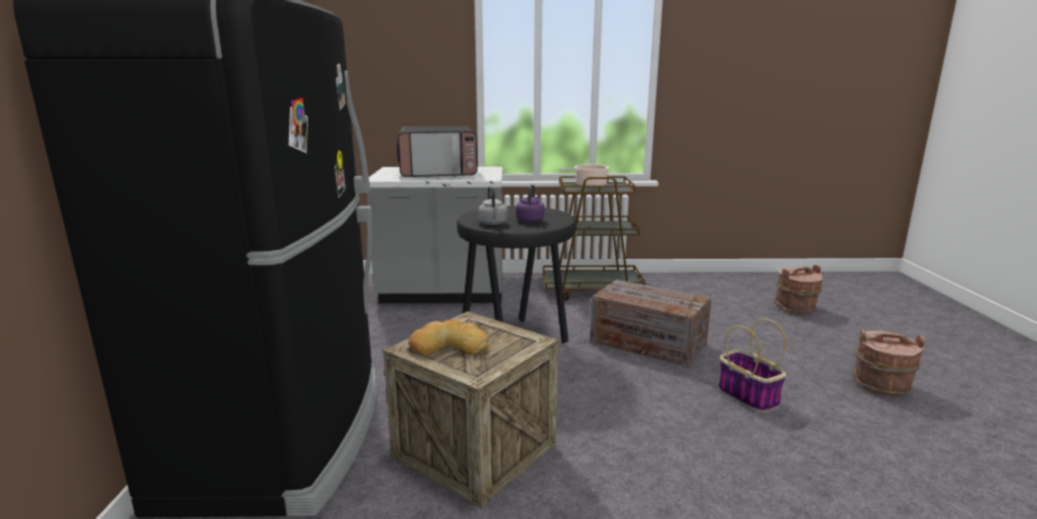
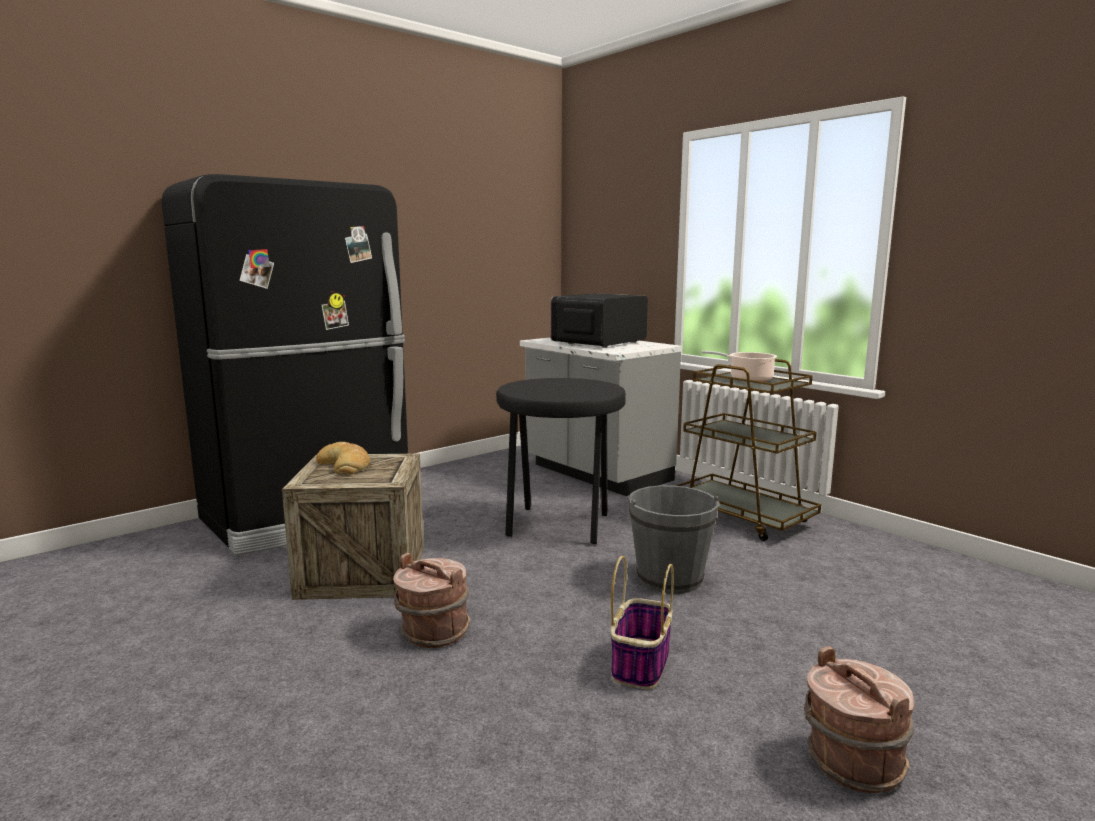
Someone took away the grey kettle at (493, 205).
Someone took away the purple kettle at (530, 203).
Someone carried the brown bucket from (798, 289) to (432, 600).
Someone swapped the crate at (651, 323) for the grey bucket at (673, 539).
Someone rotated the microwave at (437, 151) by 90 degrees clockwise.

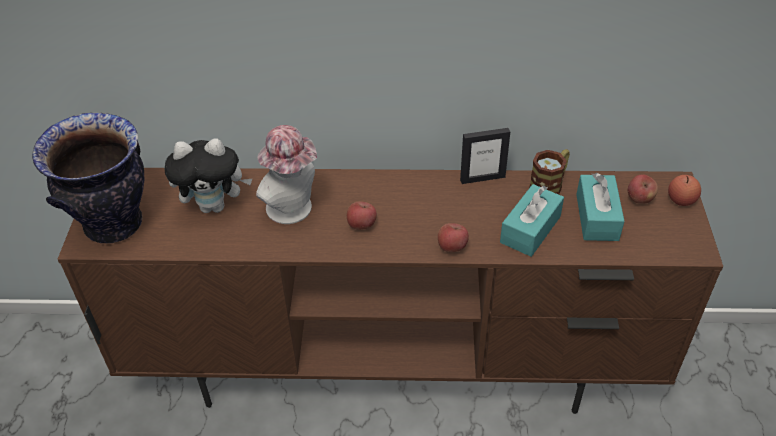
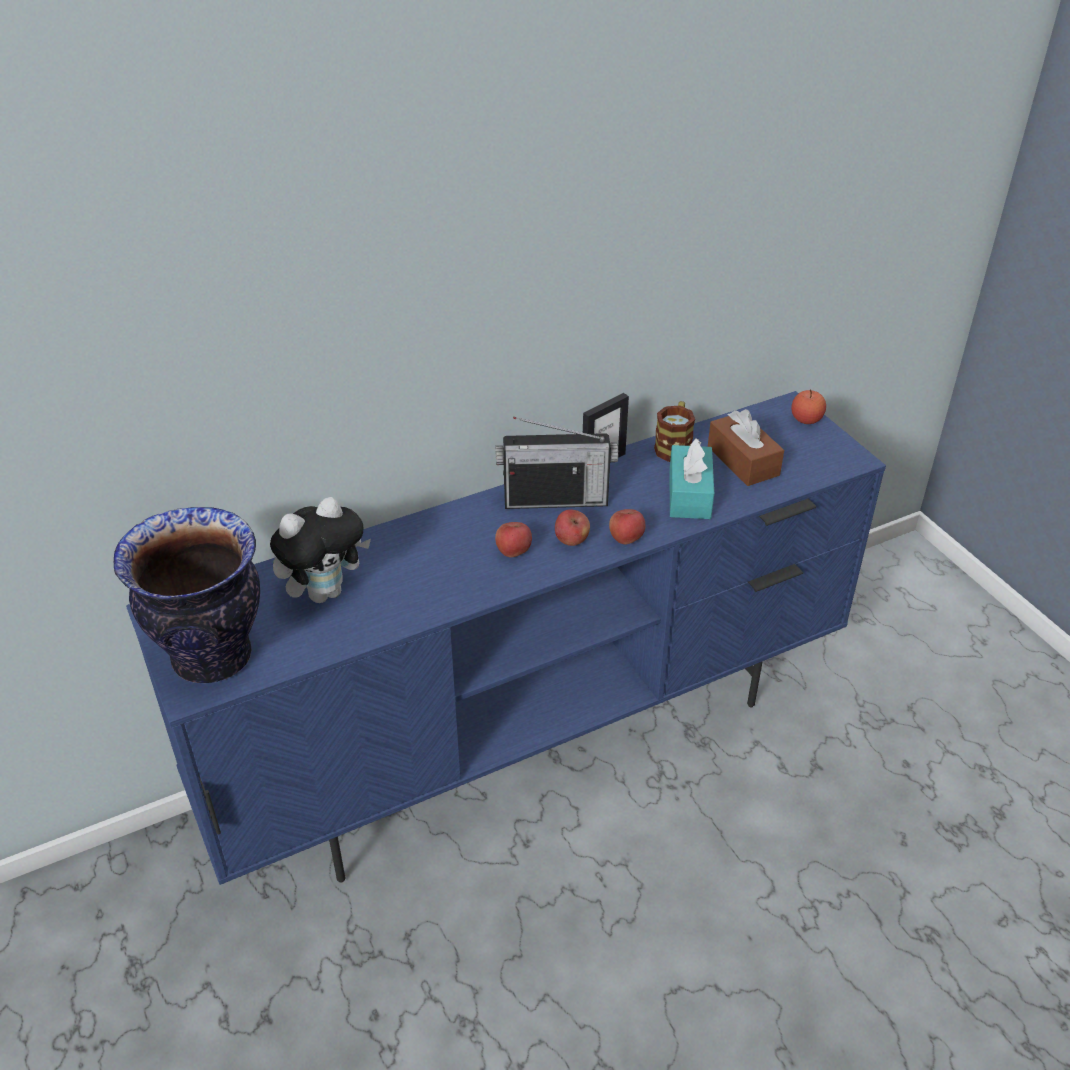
Someone took away the hat at (286, 174).
Someone put down the radio at (557, 463).
Someone carried the apple from (643, 189) to (572, 527).
Someone repainted the brown tv stand at (390, 291), which became the blue tv stand at (506, 638).
Someone repainted the turquoise tissue box at (600, 207), which became the brown tissue box at (746, 447).

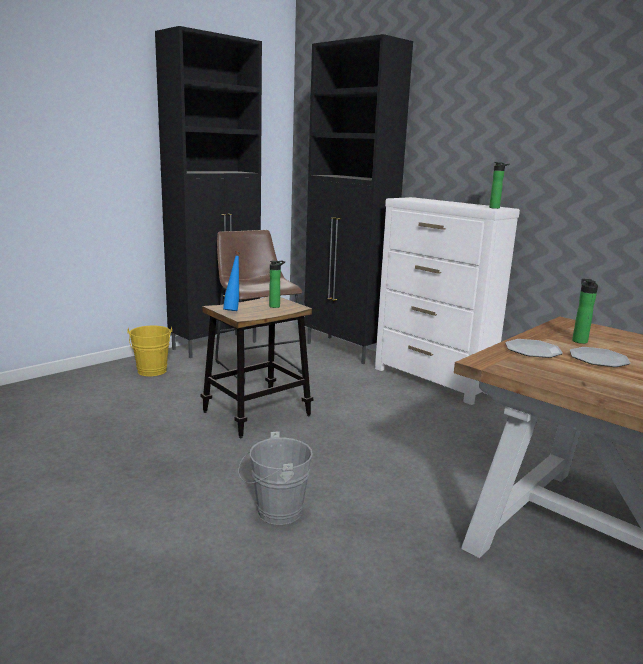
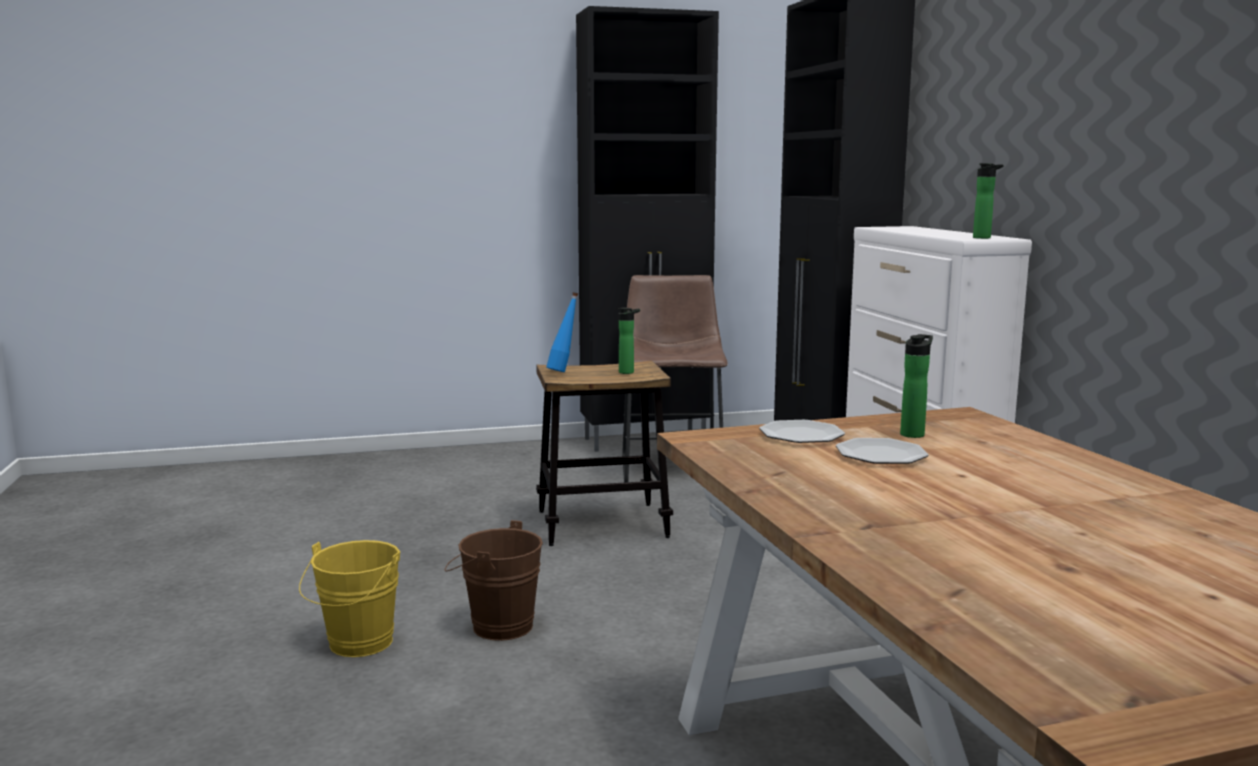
Someone carried the yellow bucket from (150, 351) to (349, 598).
Someone repainted the grey bucket at (275, 478), which became the brown bucket at (493, 580).

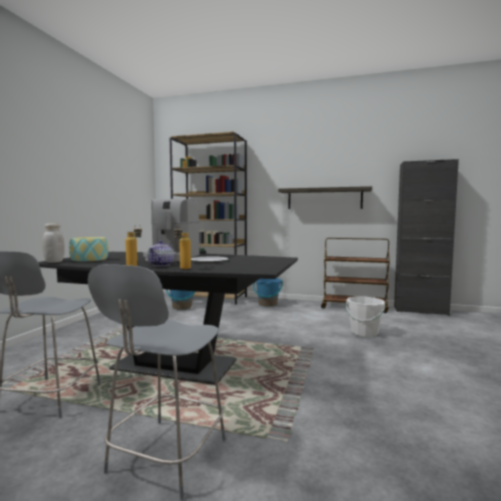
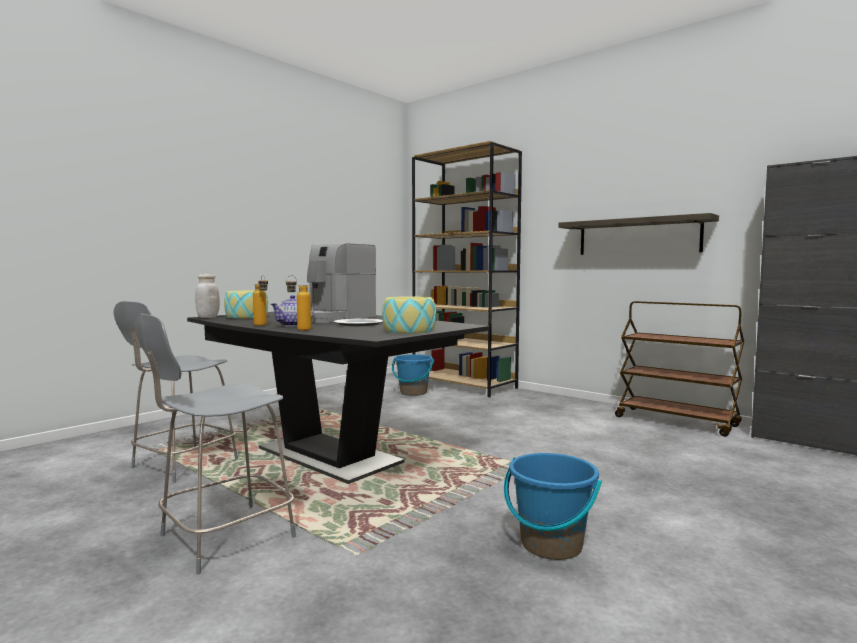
Someone took away the white bucket at (365, 316).
Someone put down the bowl at (409, 315).
Someone carried the blue bucket from (268, 292) to (553, 506).

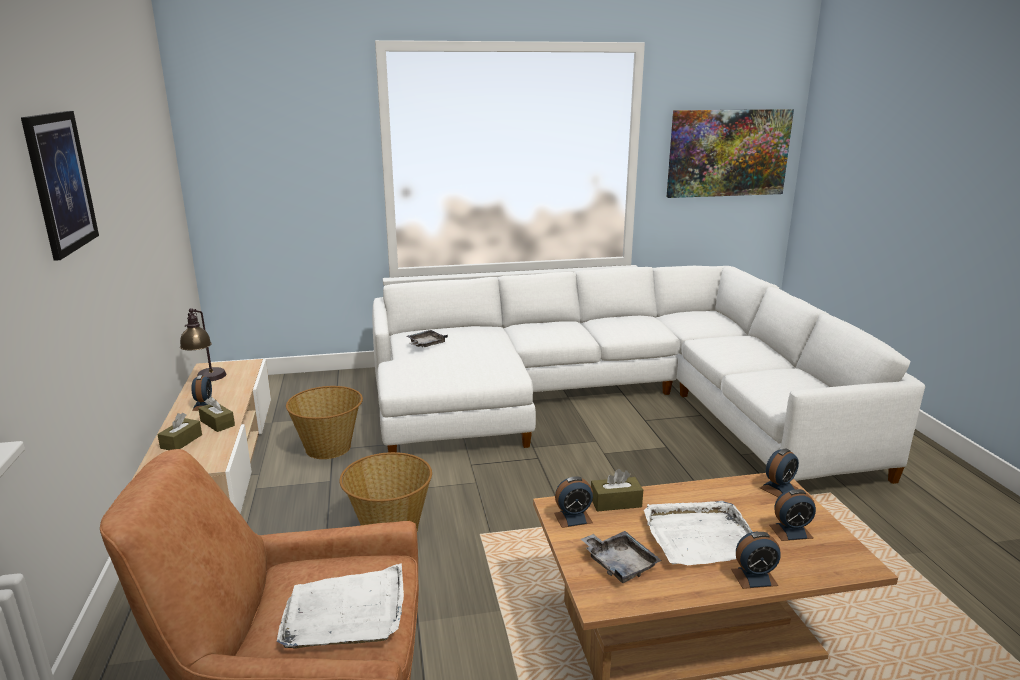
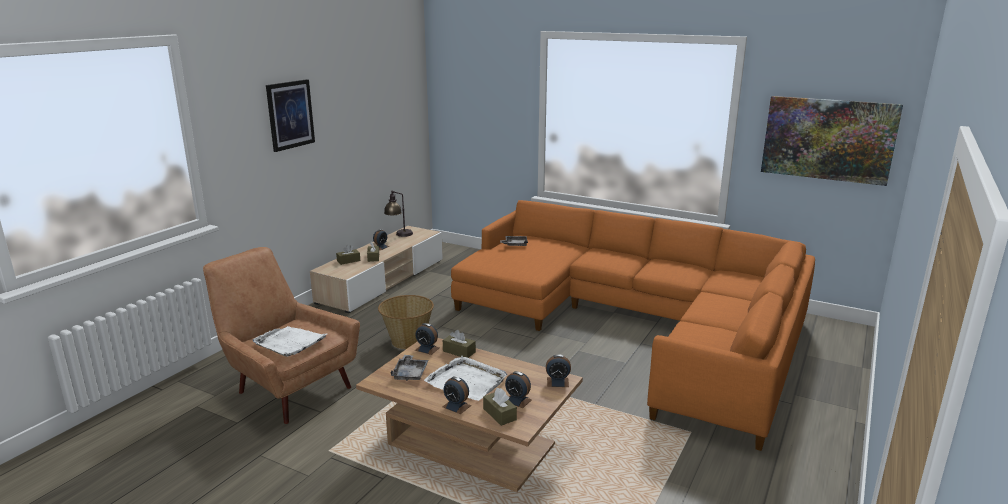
Someone took away the basket at (324, 422).
Someone put down the brown tissue box at (500, 407).
Someone repainted the white sofa at (648, 375), which became the orange sofa at (633, 325).

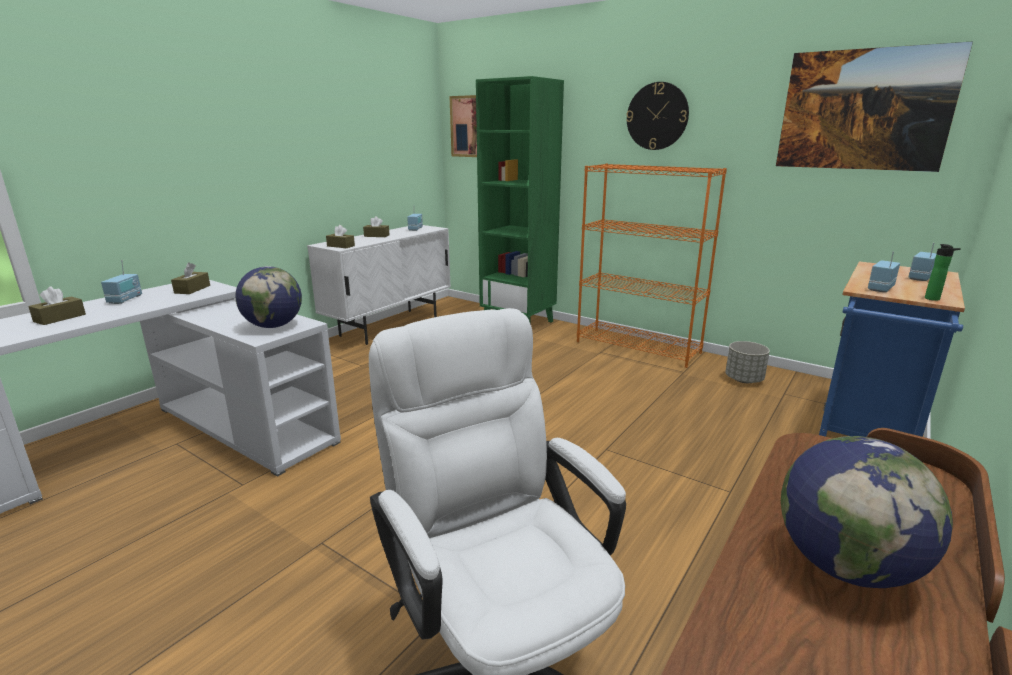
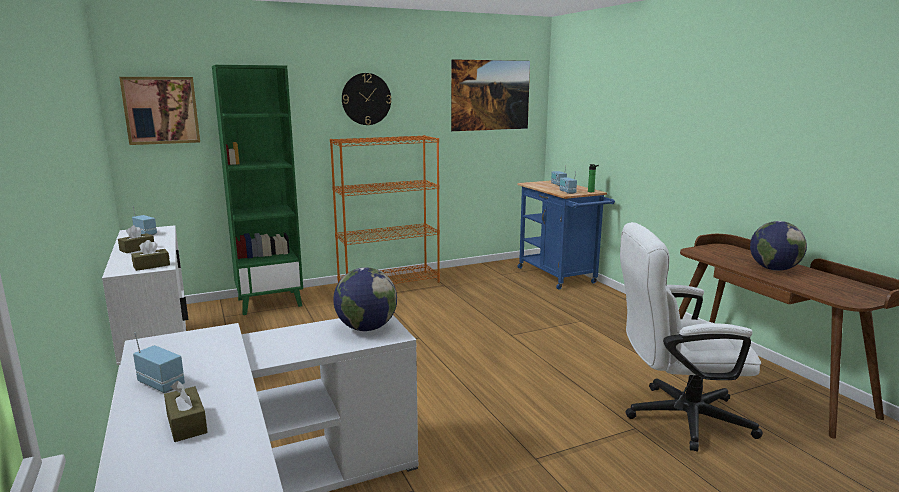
Someone took away the brown tissue box at (190, 278).
Someone took away the grey planter at (747, 362).

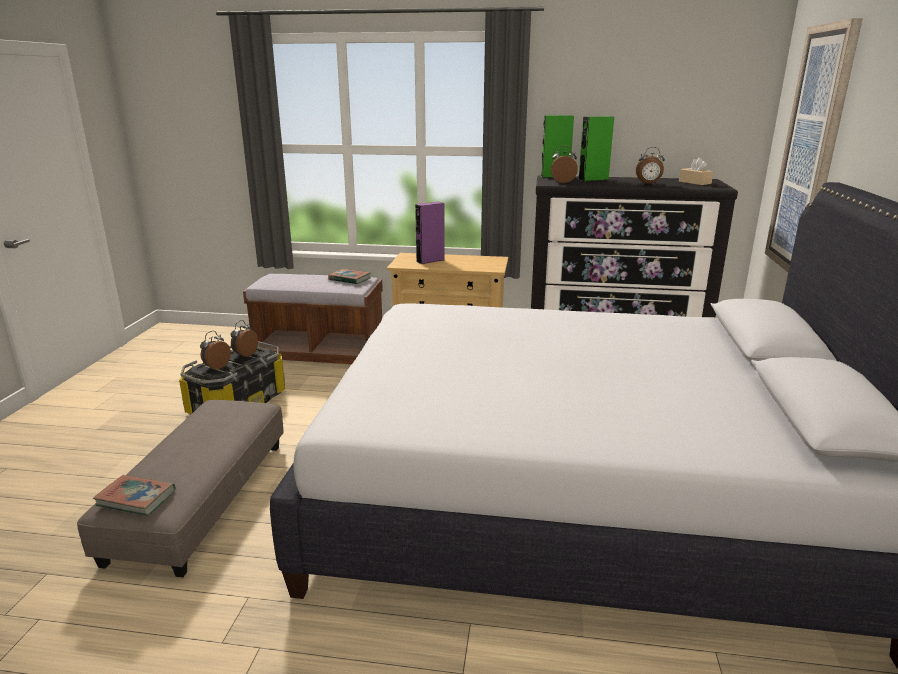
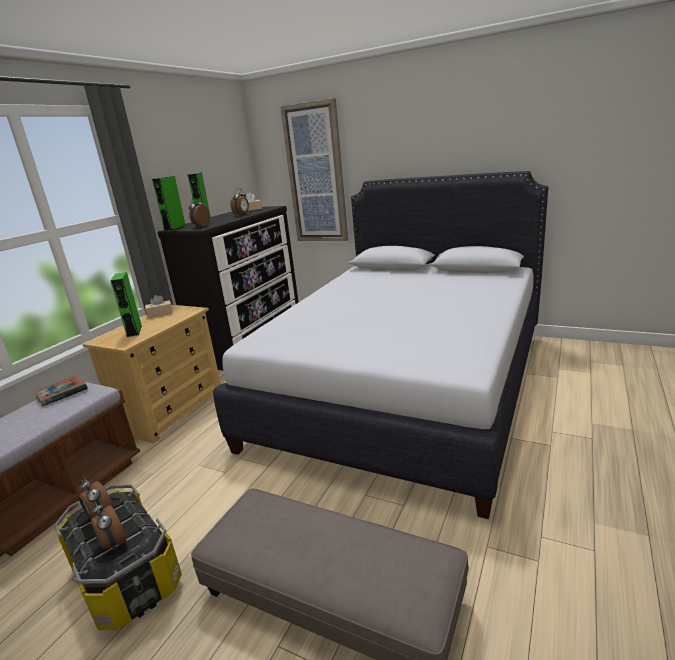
Someone took away the book at (134, 495).
Someone put down the beige tissue box at (159, 307).
Someone repainted the purple speaker at (430, 233), which became the green speaker at (126, 304).

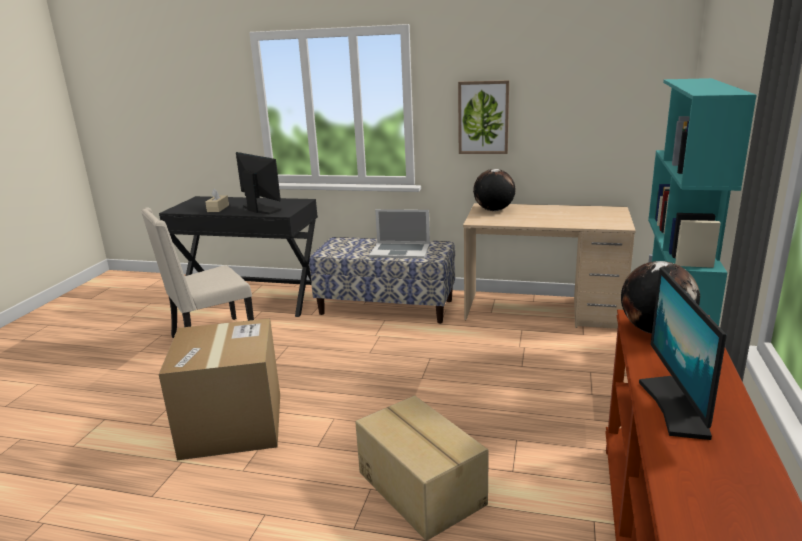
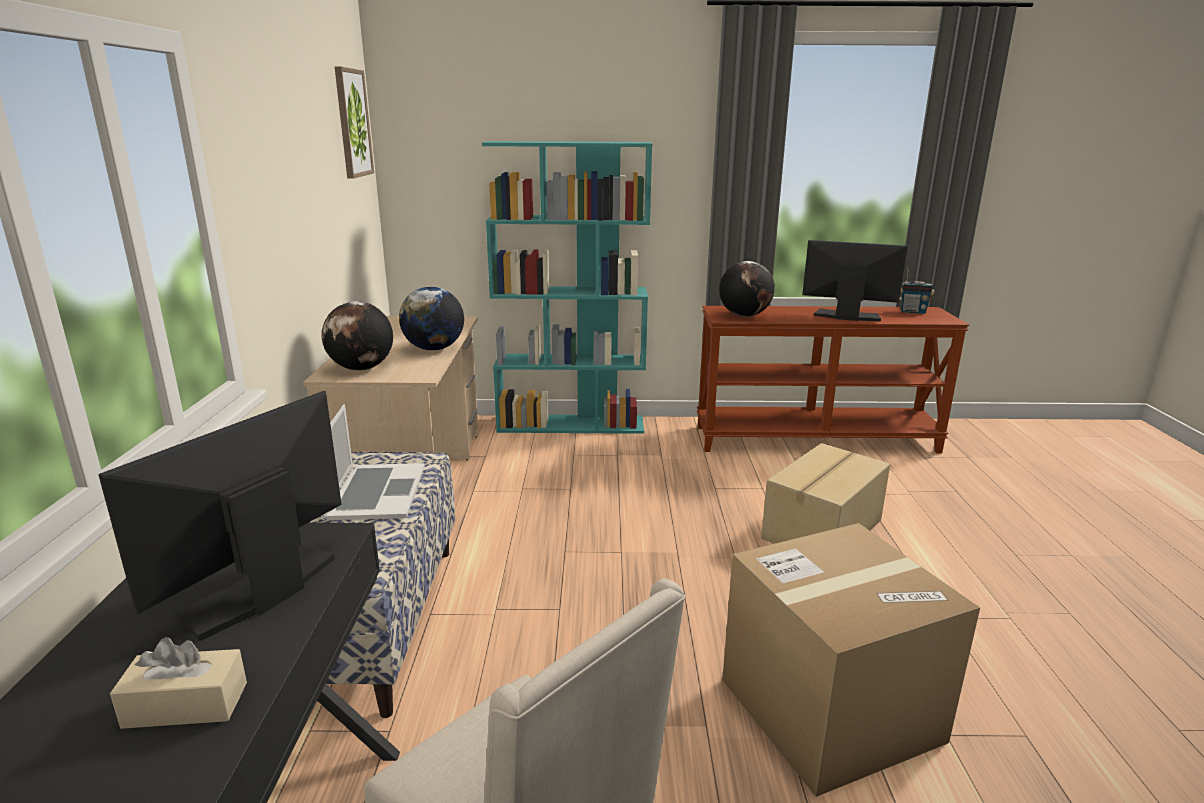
Someone put down the globe at (431, 319).
Someone put down the radio at (917, 290).
Someone carried the picture from (483, 117) to (354, 123).
Someone rotated the monitor at (683, 353) by 150 degrees counterclockwise.

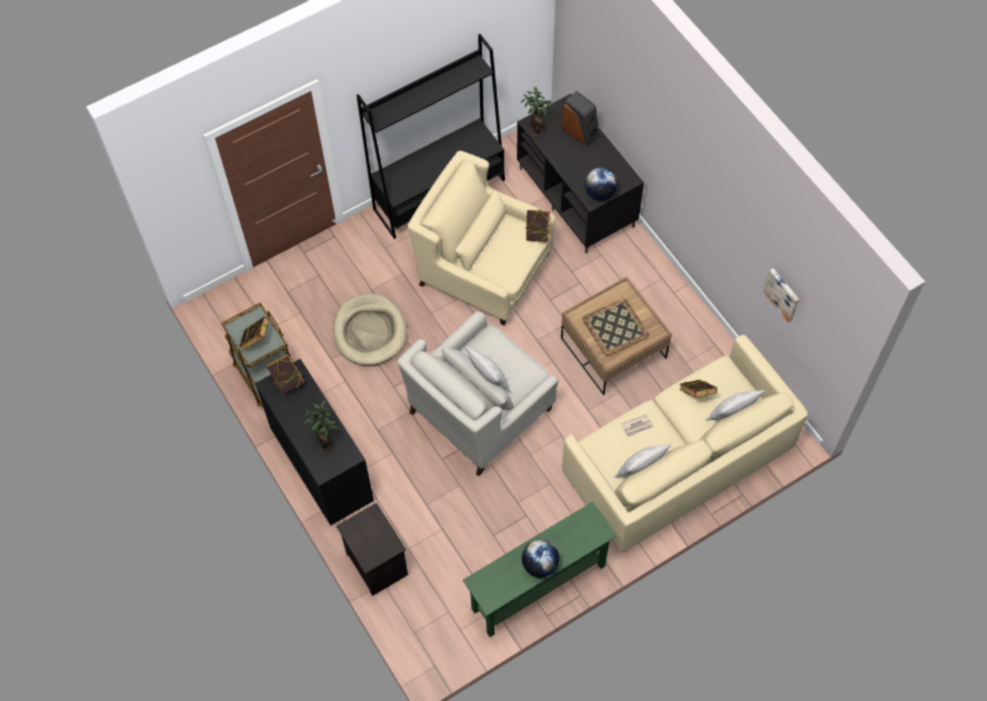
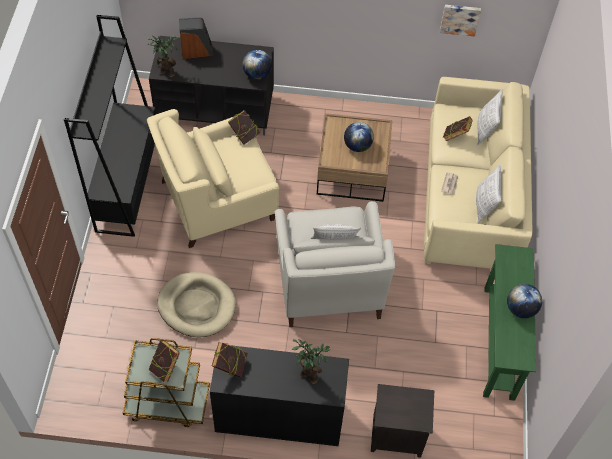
Someone swapped the tray at (616, 327) for the globe at (359, 137).

